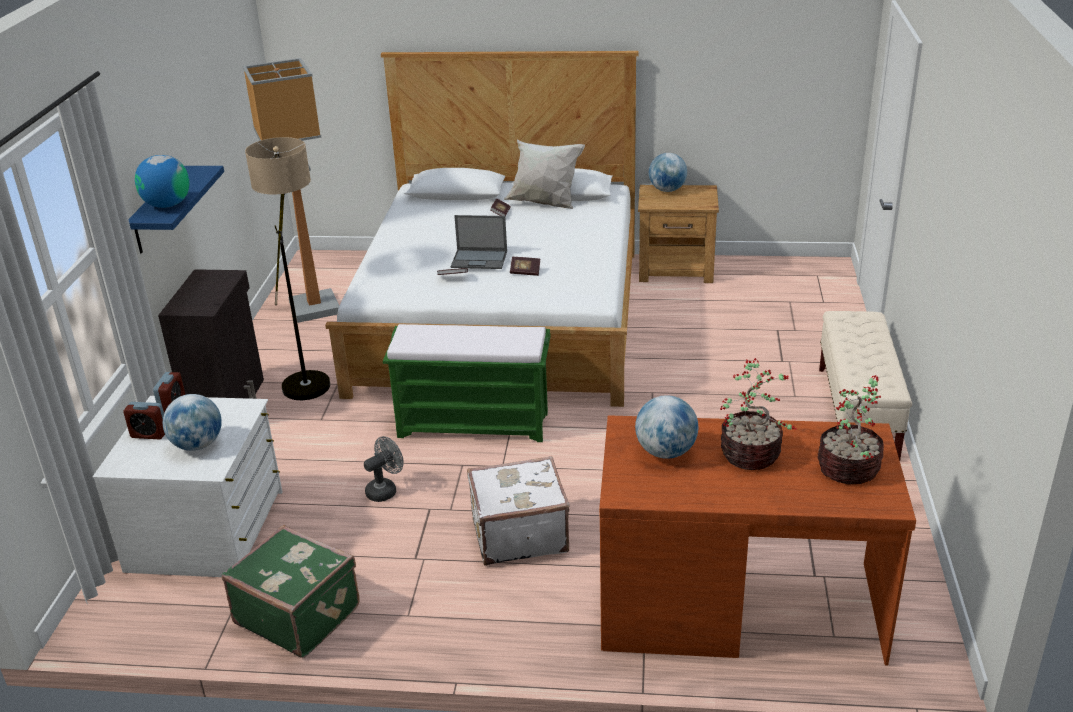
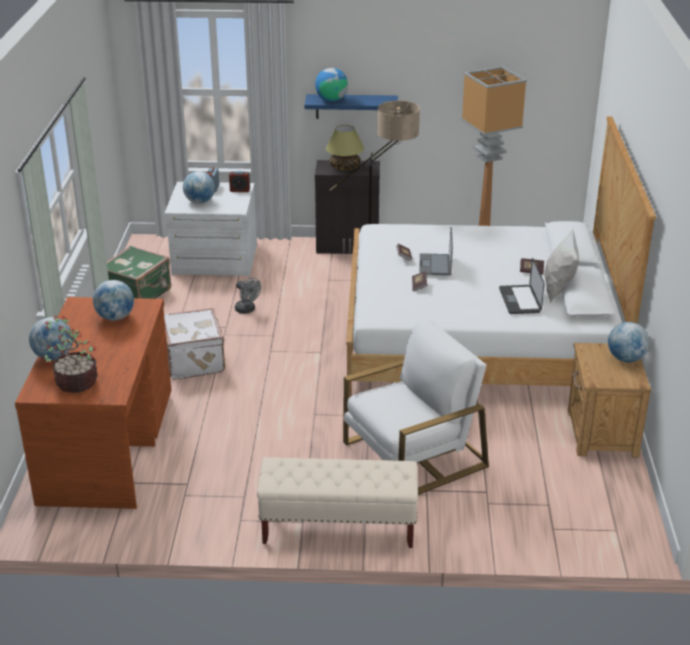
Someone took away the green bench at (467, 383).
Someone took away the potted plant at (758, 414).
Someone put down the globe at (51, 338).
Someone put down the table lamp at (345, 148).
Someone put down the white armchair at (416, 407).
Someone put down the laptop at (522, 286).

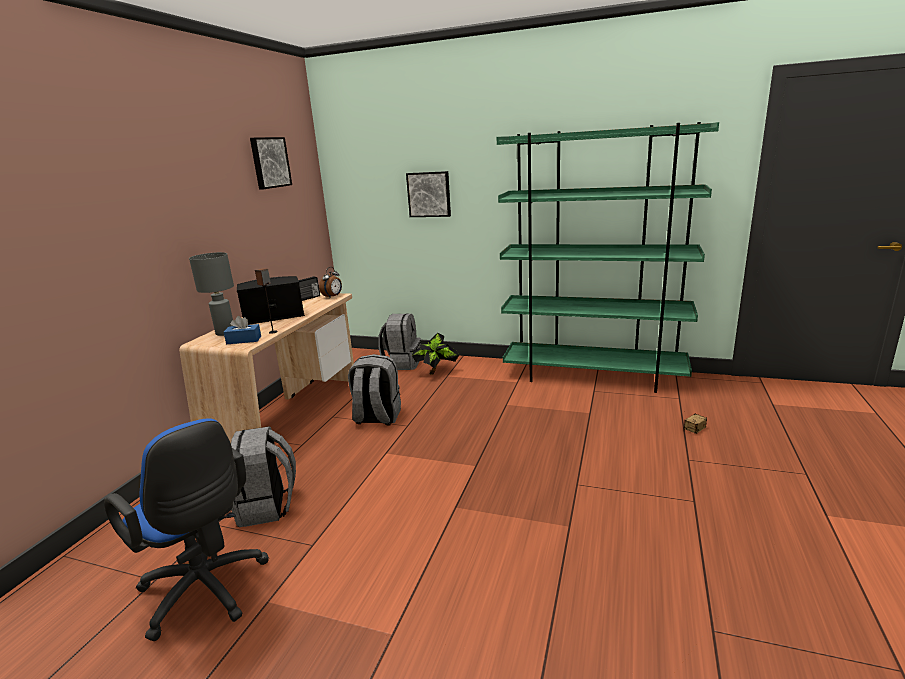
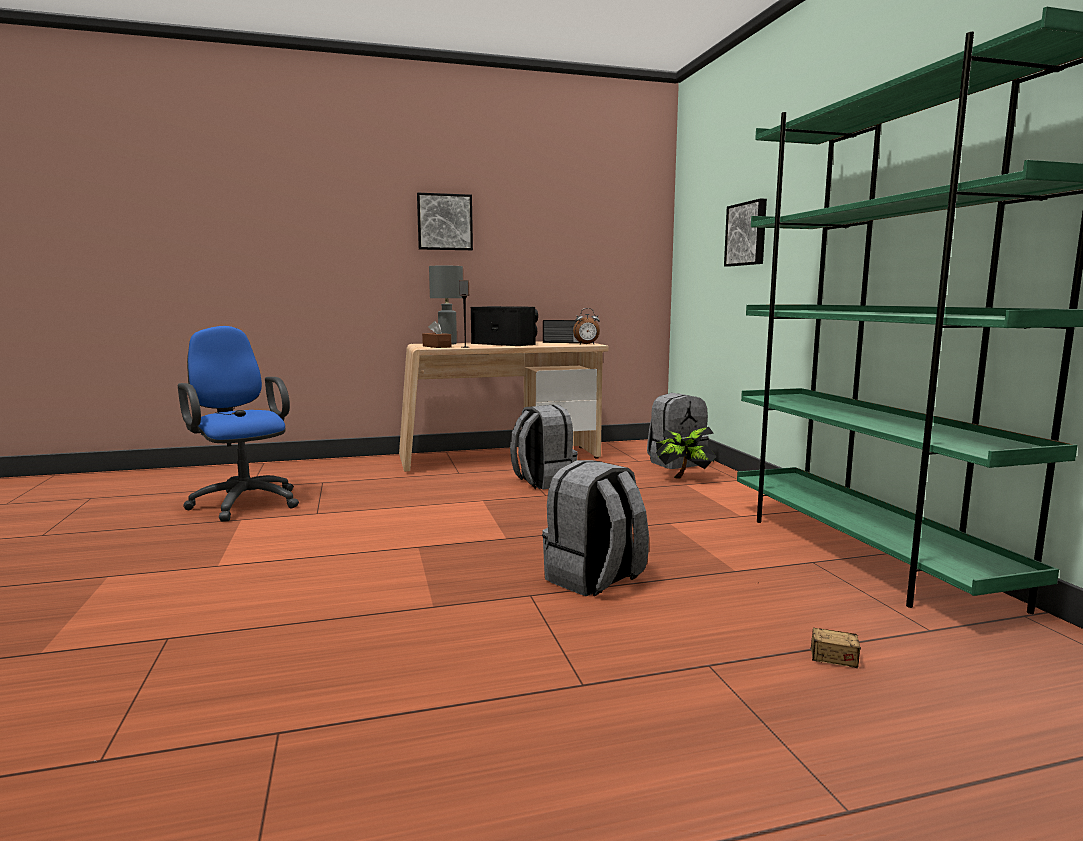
Someone carried the grey backpack from (263, 477) to (595, 528).
Someone carried the picture from (271, 163) to (445, 221).
Someone repainted the blue tissue box at (242, 330), which became the brown tissue box at (436, 334).
Someone rotated the blue office chair at (186, 529) by 135 degrees clockwise.

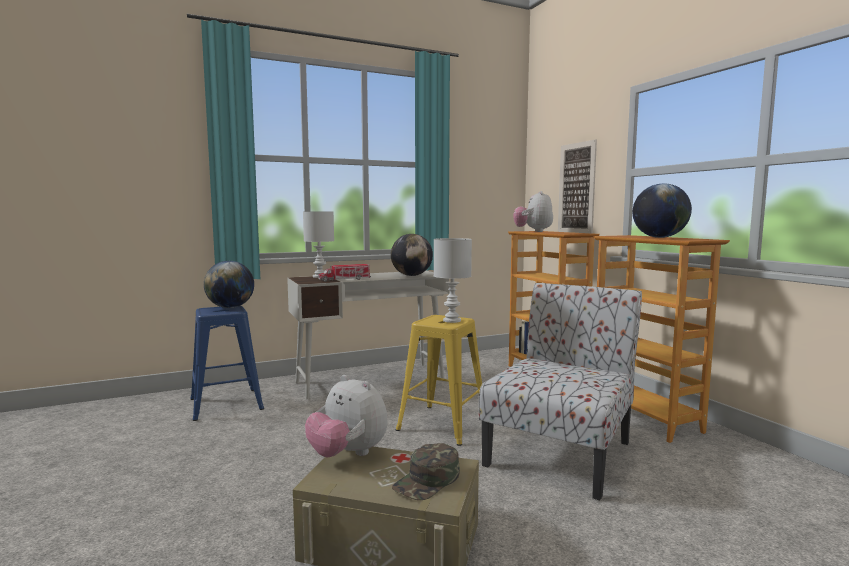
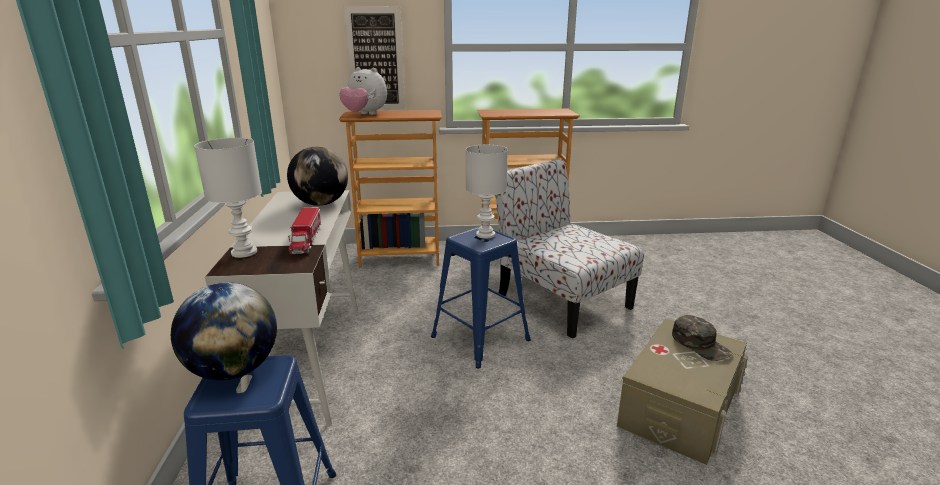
Someone took away the plush toy at (346, 416).
Someone took away the globe at (662, 210).
Someone repainted the yellow stool at (439, 380), which became the blue stool at (481, 297).

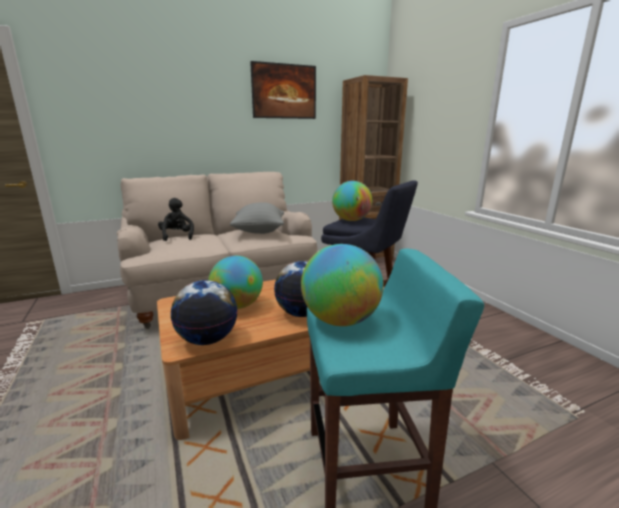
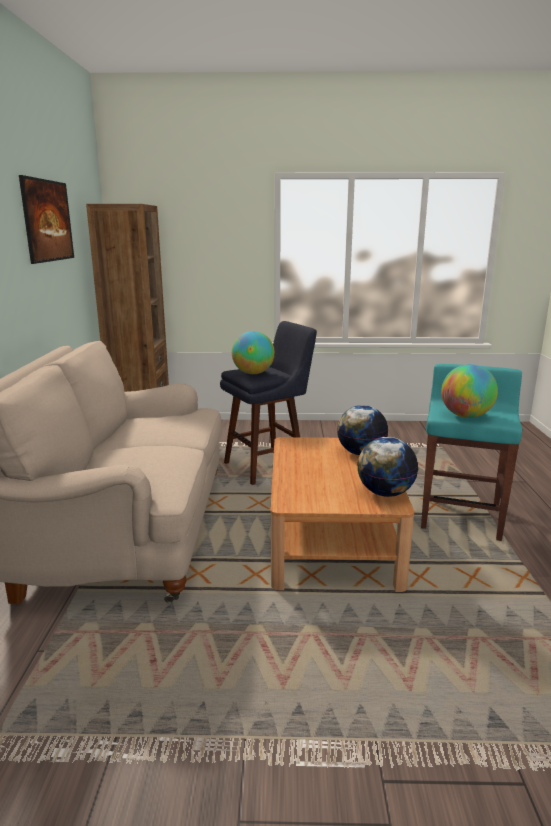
Someone took away the black plush toy at (176, 219).
Someone took away the globe at (235, 282).
Someone took away the grey pillow at (257, 218).

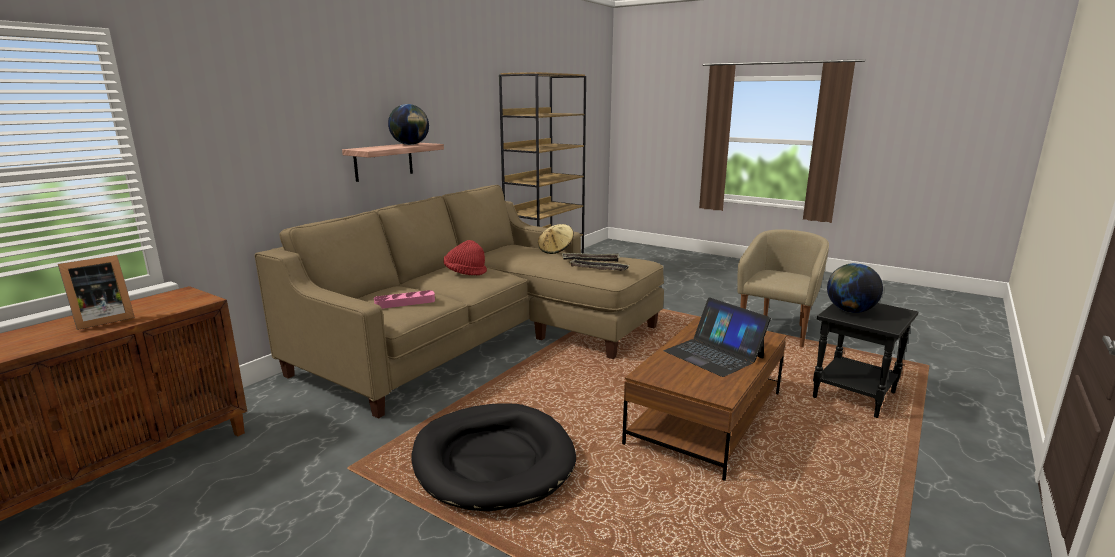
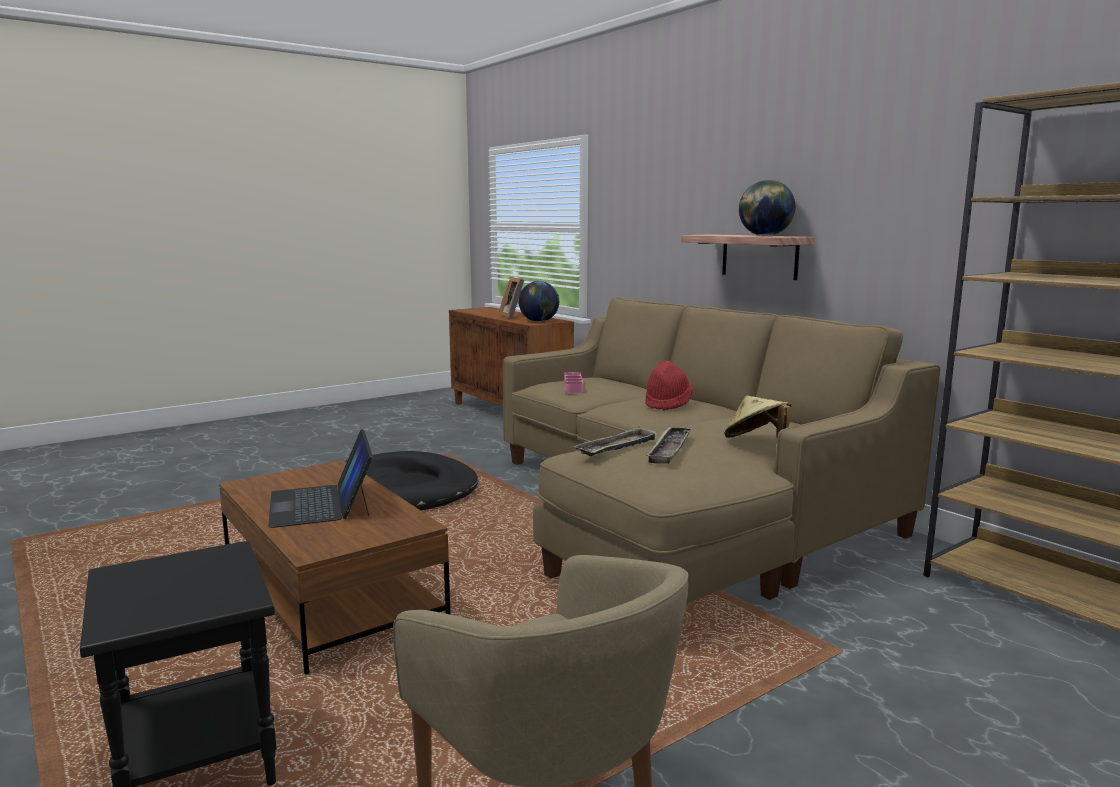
Someone carried the globe from (855, 288) to (539, 301).
Someone rotated the laptop at (717, 337) by 90 degrees counterclockwise.

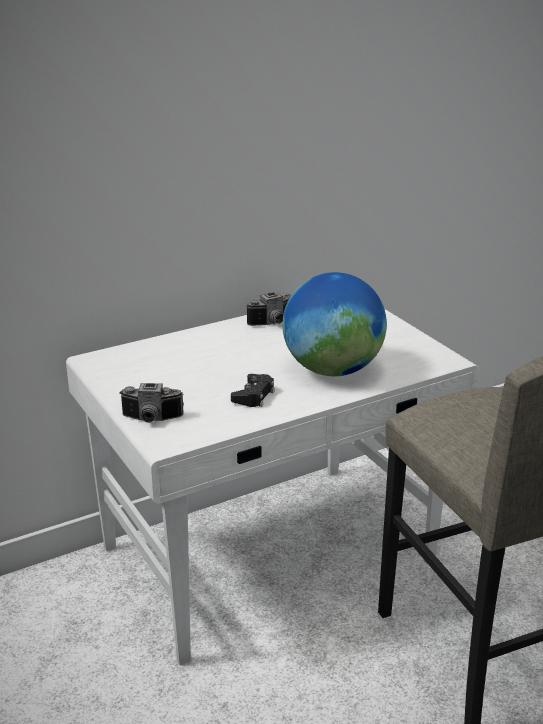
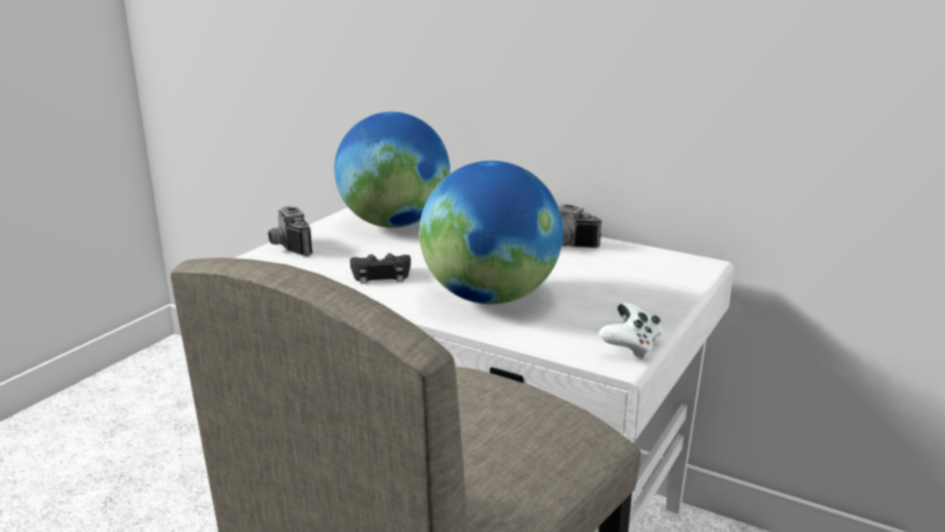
Someone put down the globe at (392, 170).
Someone put down the white game controller at (630, 330).

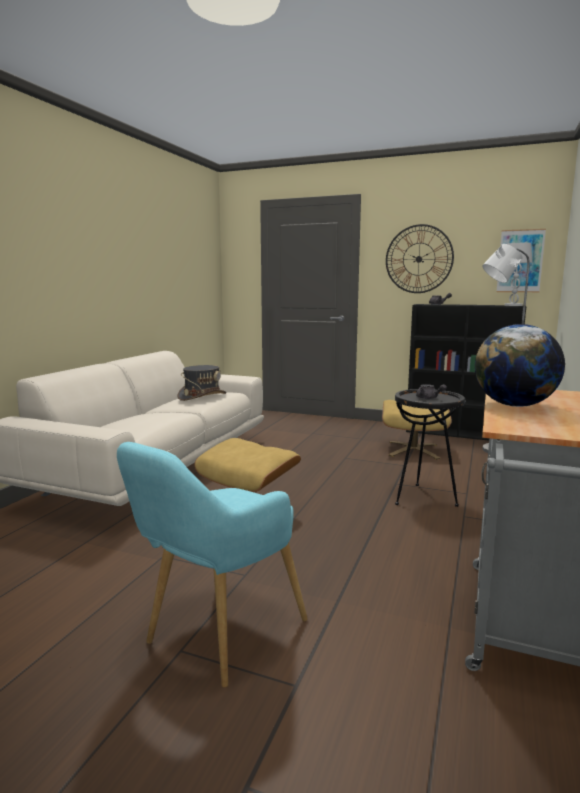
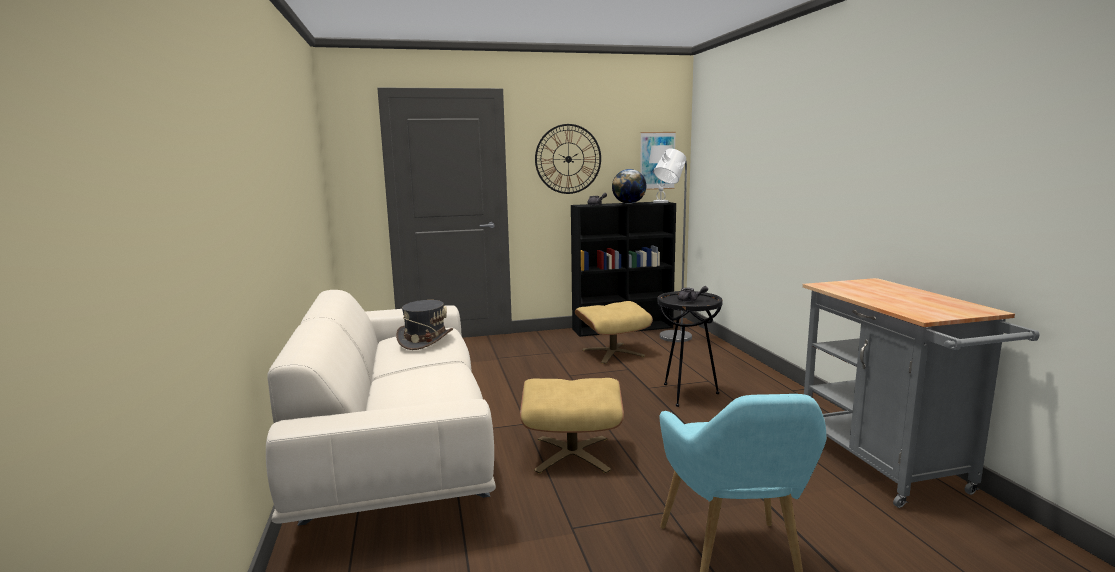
Someone carried the globe from (520, 365) to (629, 186).

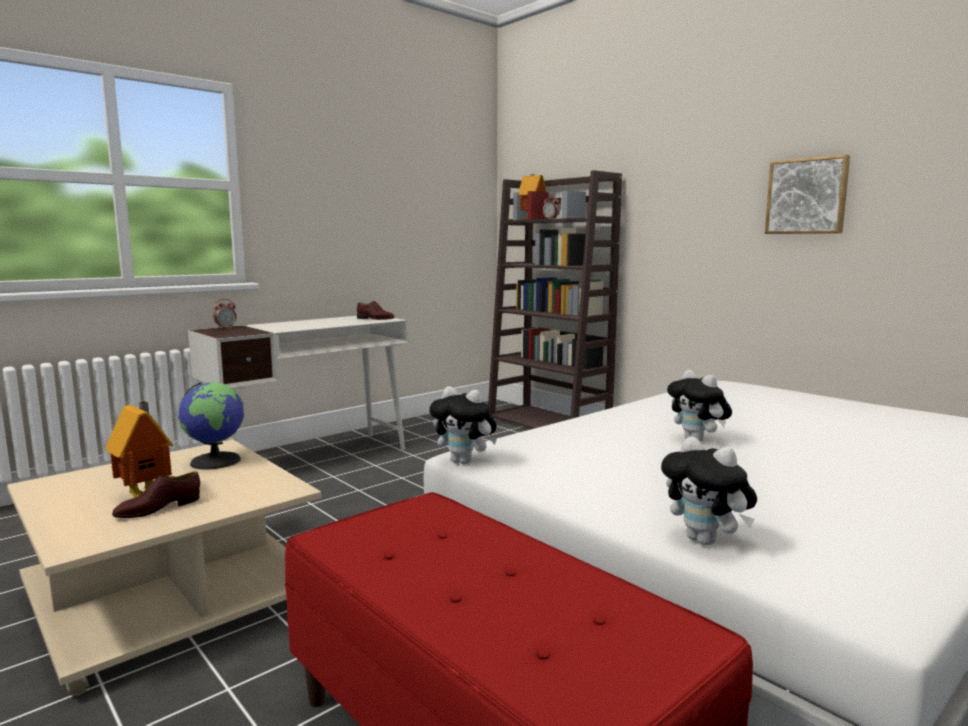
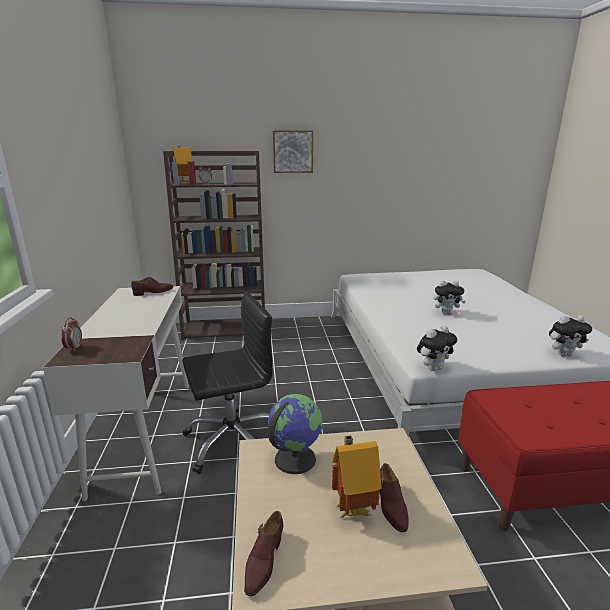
Someone put down the black office chair at (227, 383).
Someone put down the brown shoe at (263, 553).
Someone carried the picture from (807, 194) to (293, 151).

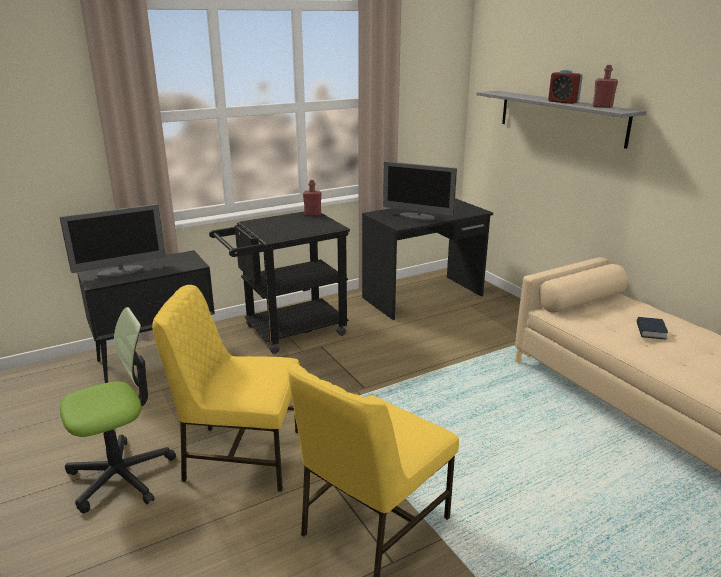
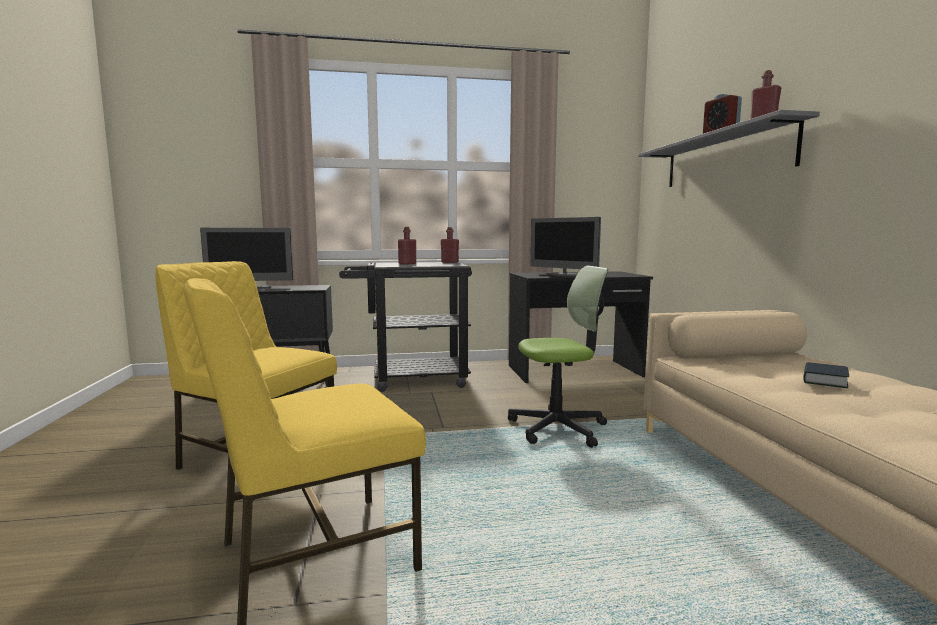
Someone put down the red bottle at (407, 246).
Someone carried the office chair from (118, 410) to (558, 356).

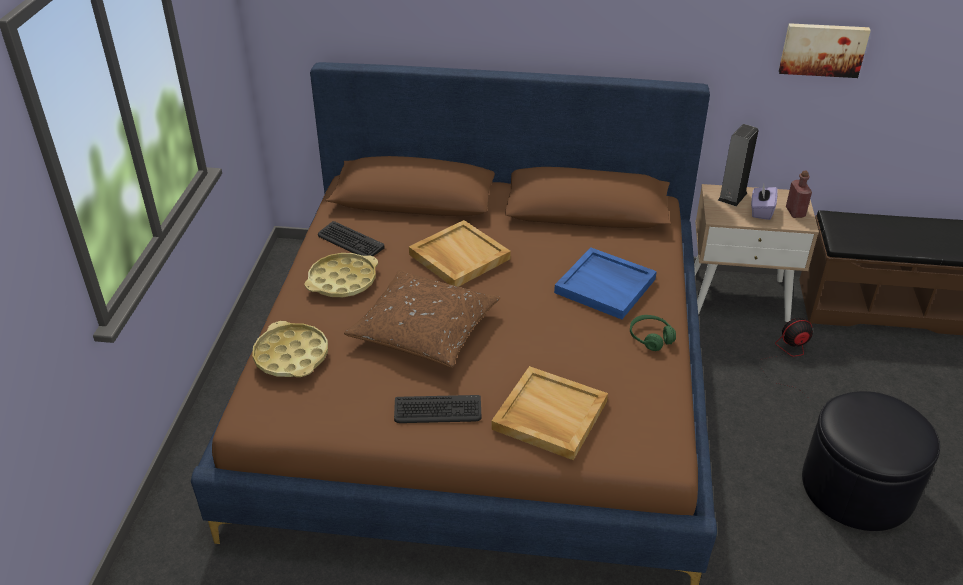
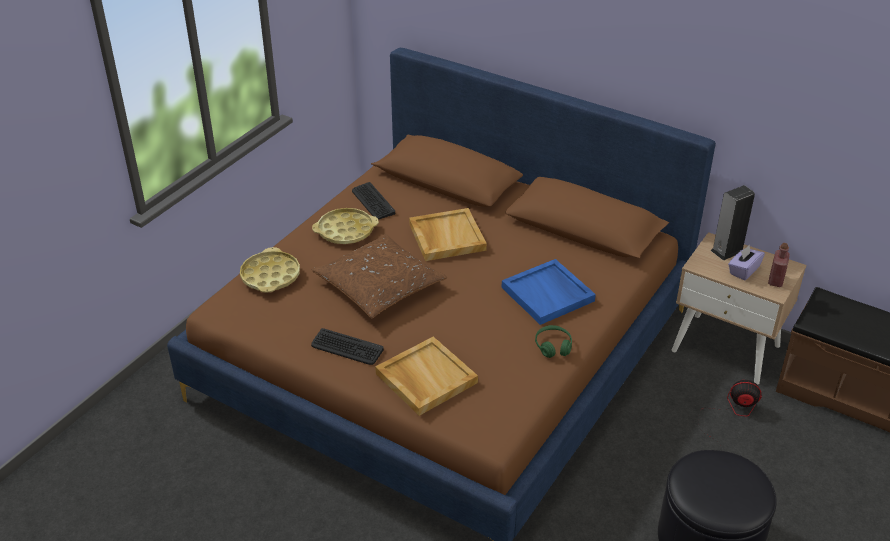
Someone took away the picture at (825, 50).

